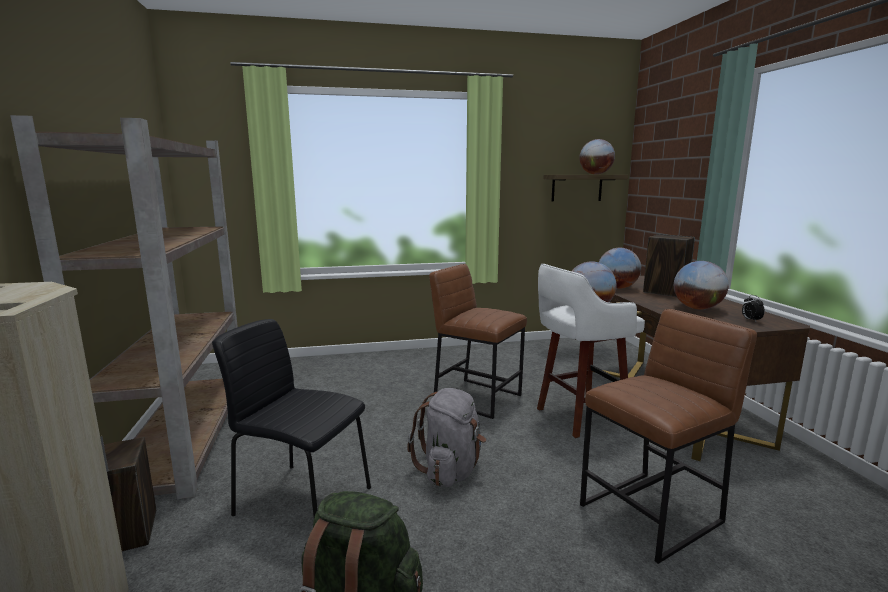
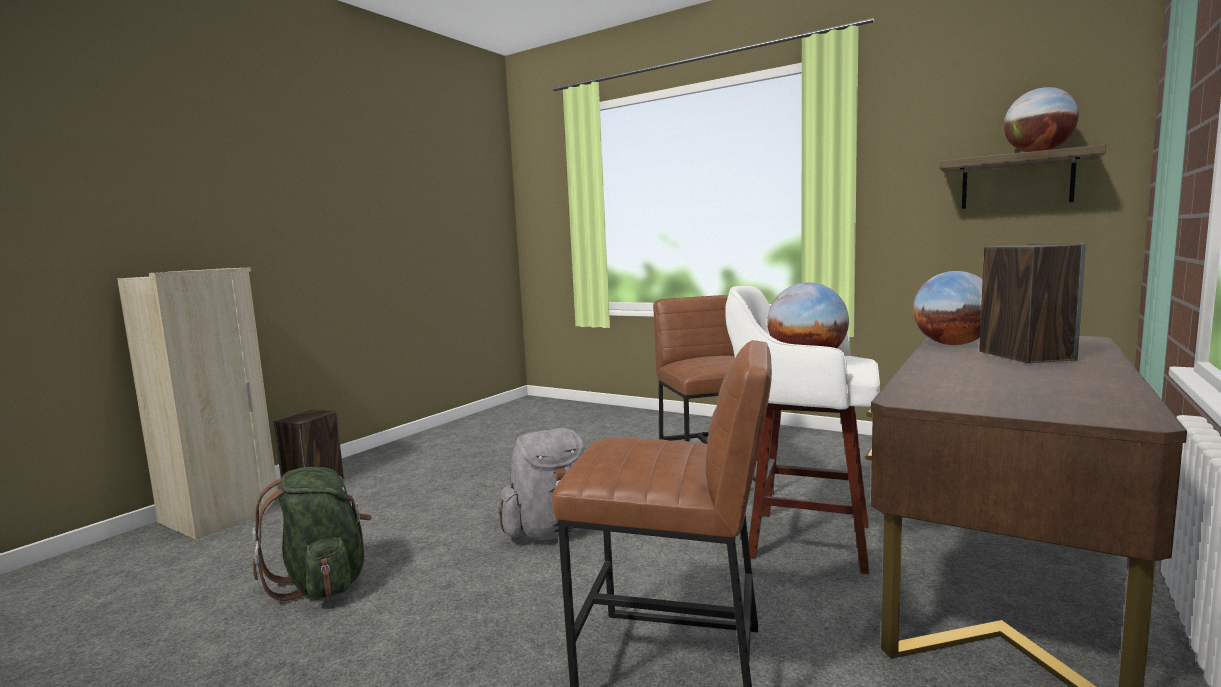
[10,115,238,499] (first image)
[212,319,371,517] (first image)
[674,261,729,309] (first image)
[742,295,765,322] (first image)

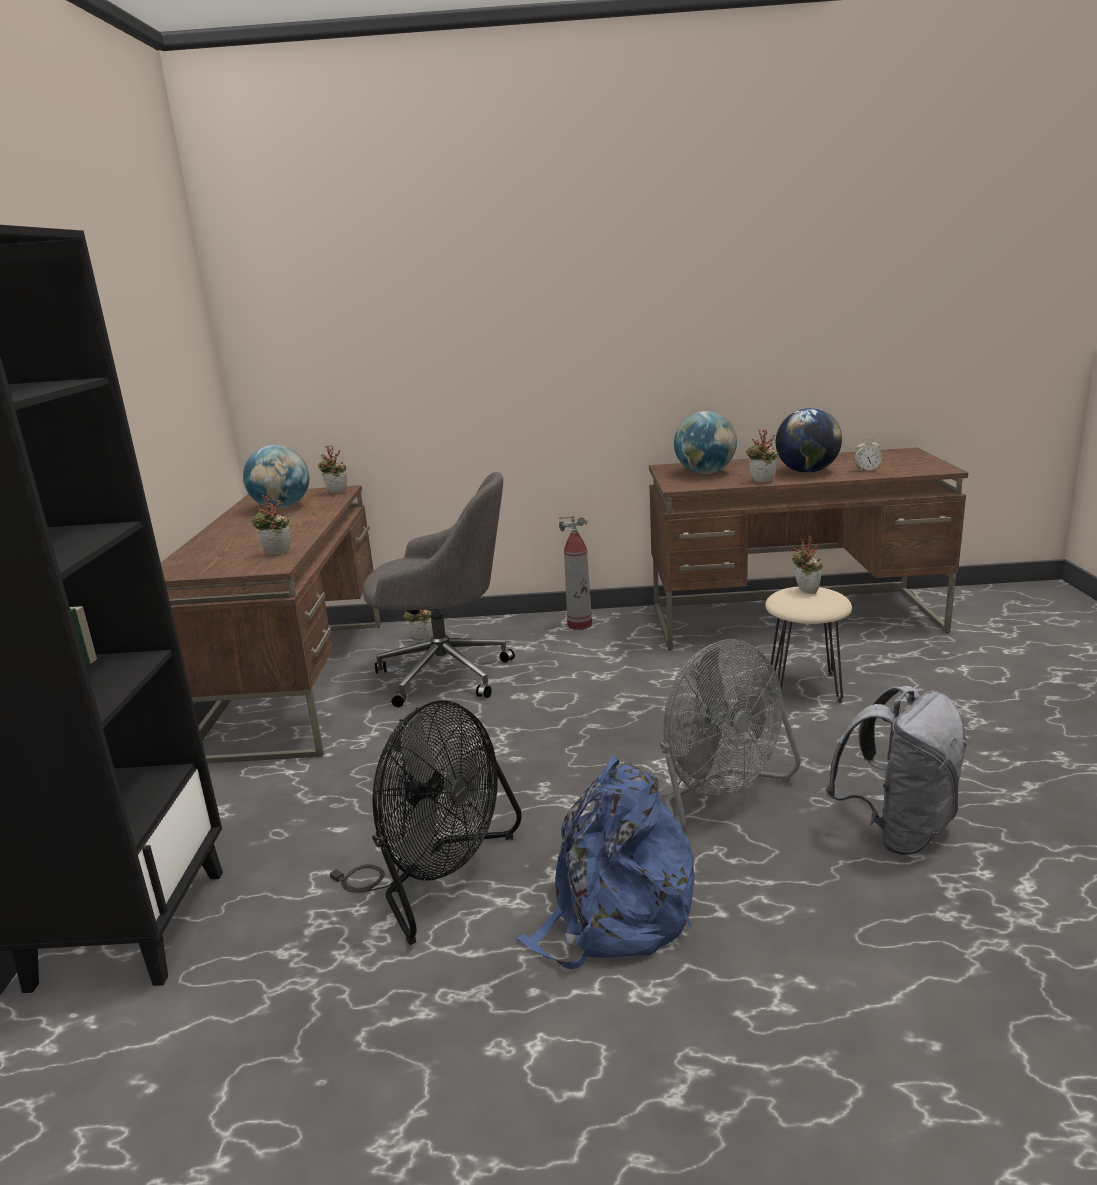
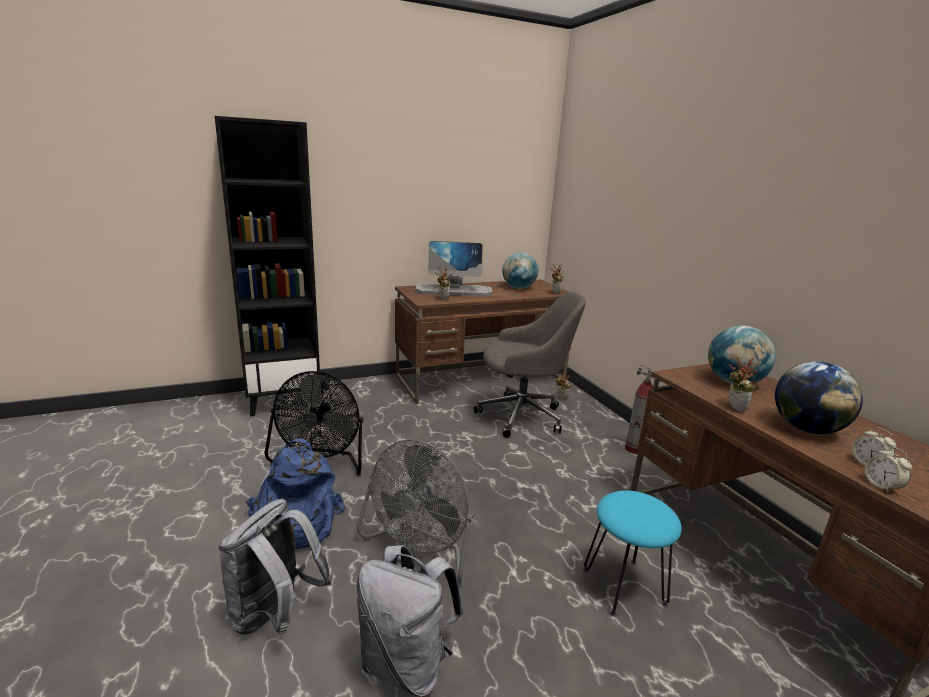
[219,499,333,635]
[416,241,493,297]
[474,292,586,438]
[583,490,682,617]
[864,447,912,493]
[791,536,823,594] (first image)

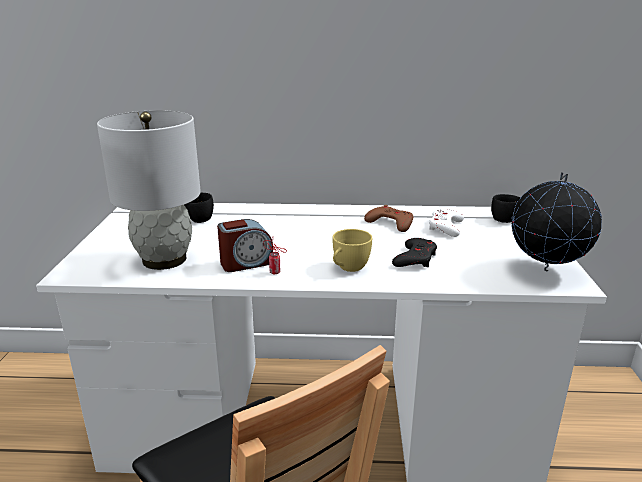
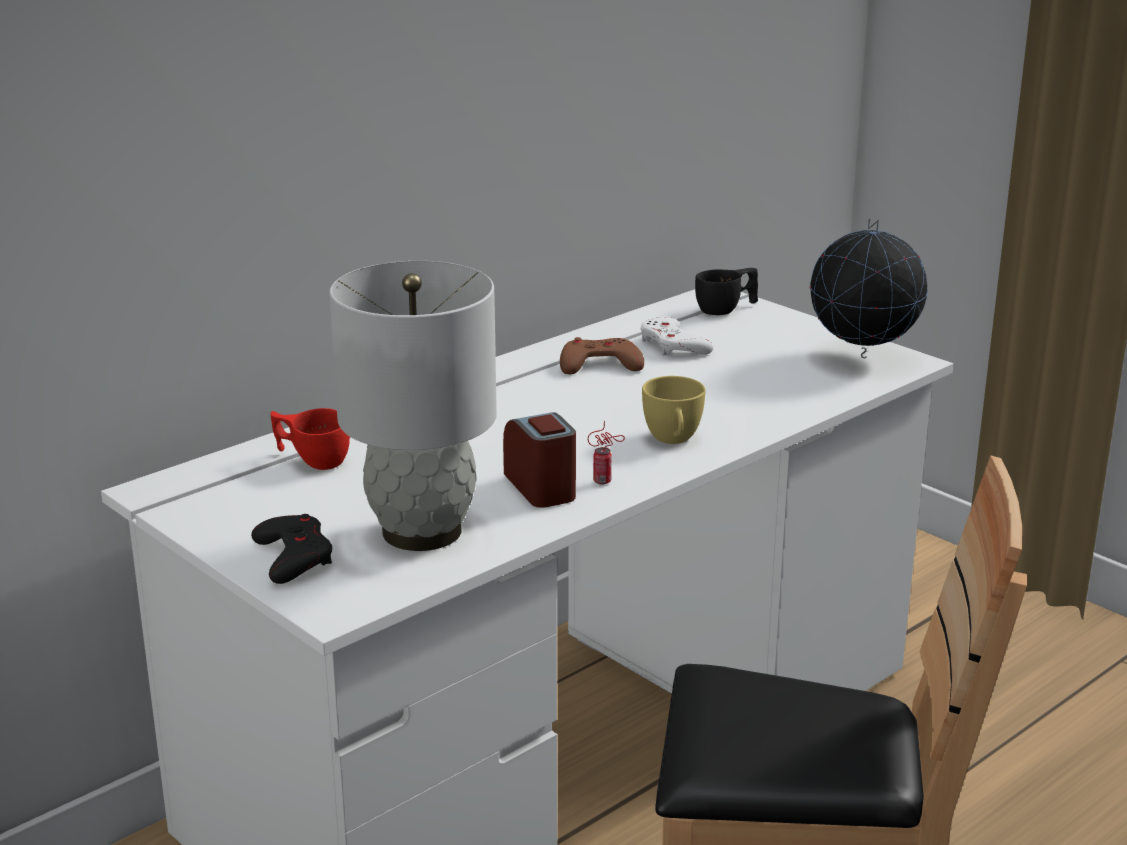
[251,514,332,584]
[270,408,350,470]
[503,412,576,508]

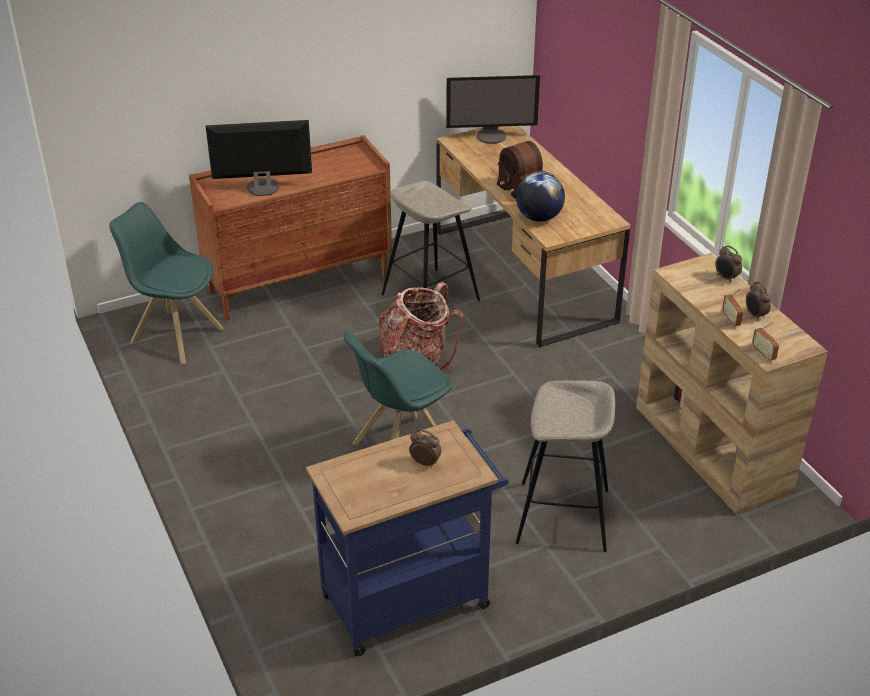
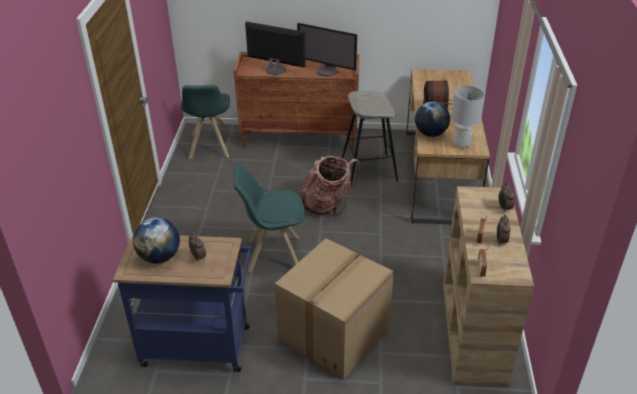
[133,217,180,263]
[181,85,233,159]
[275,238,394,380]
[297,23,357,76]
[451,86,485,148]

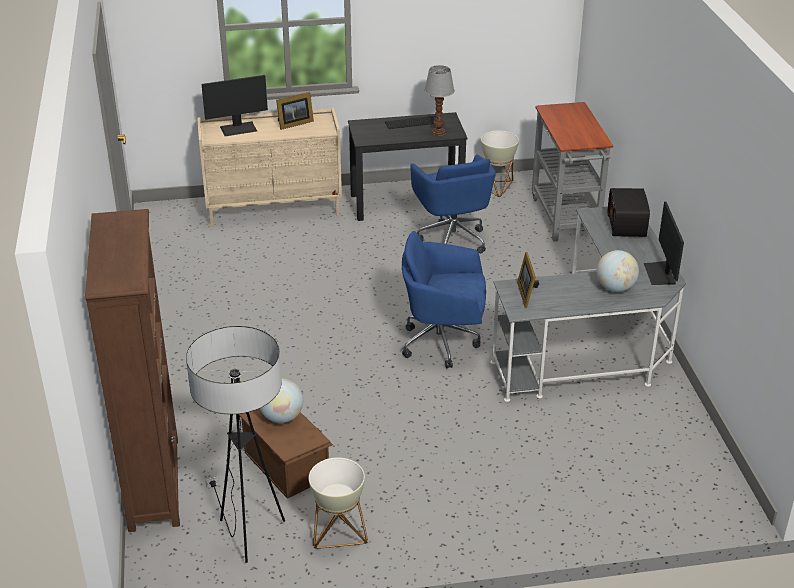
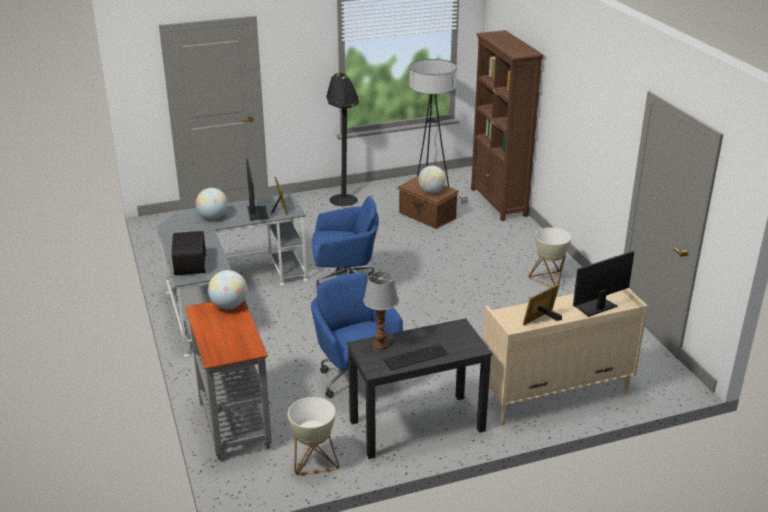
[208,270,247,309]
[246,159,269,221]
[326,73,359,206]
[528,227,571,287]

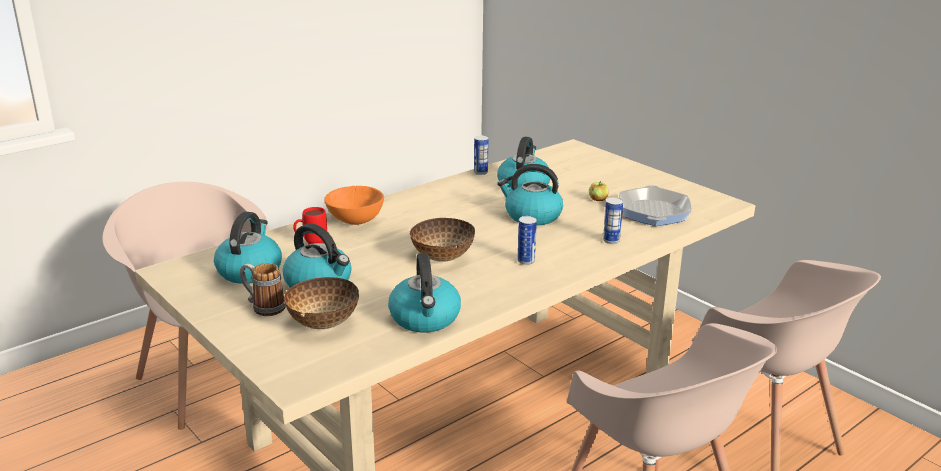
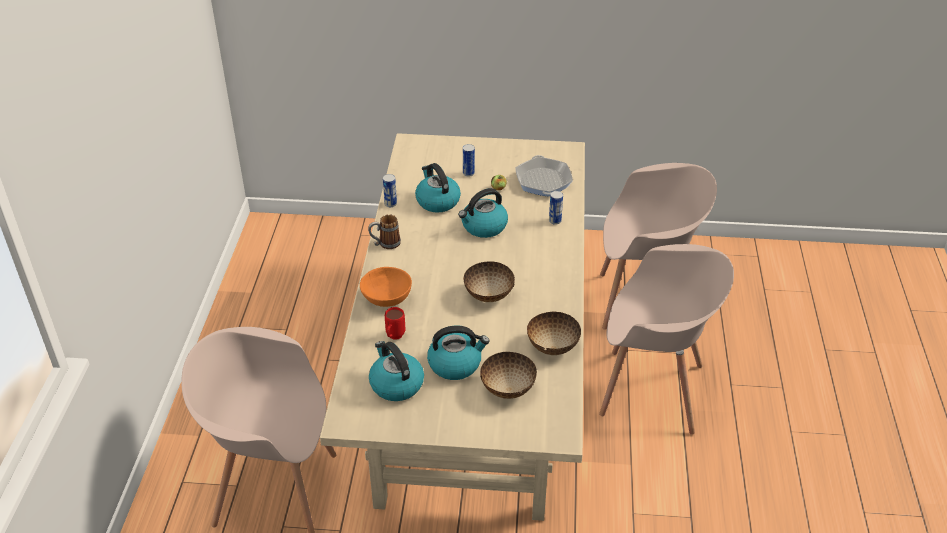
[368,214,401,249]
[463,144,475,177]
[516,155,573,197]
[527,311,581,355]

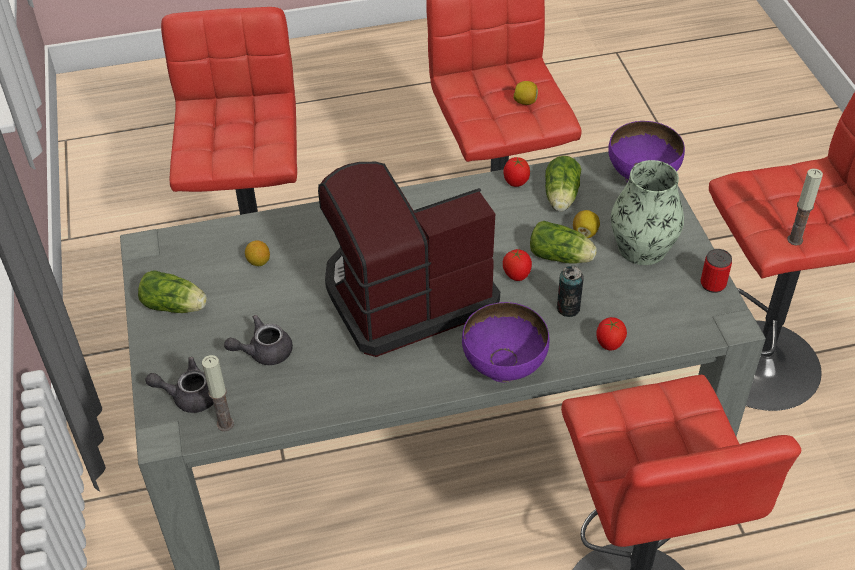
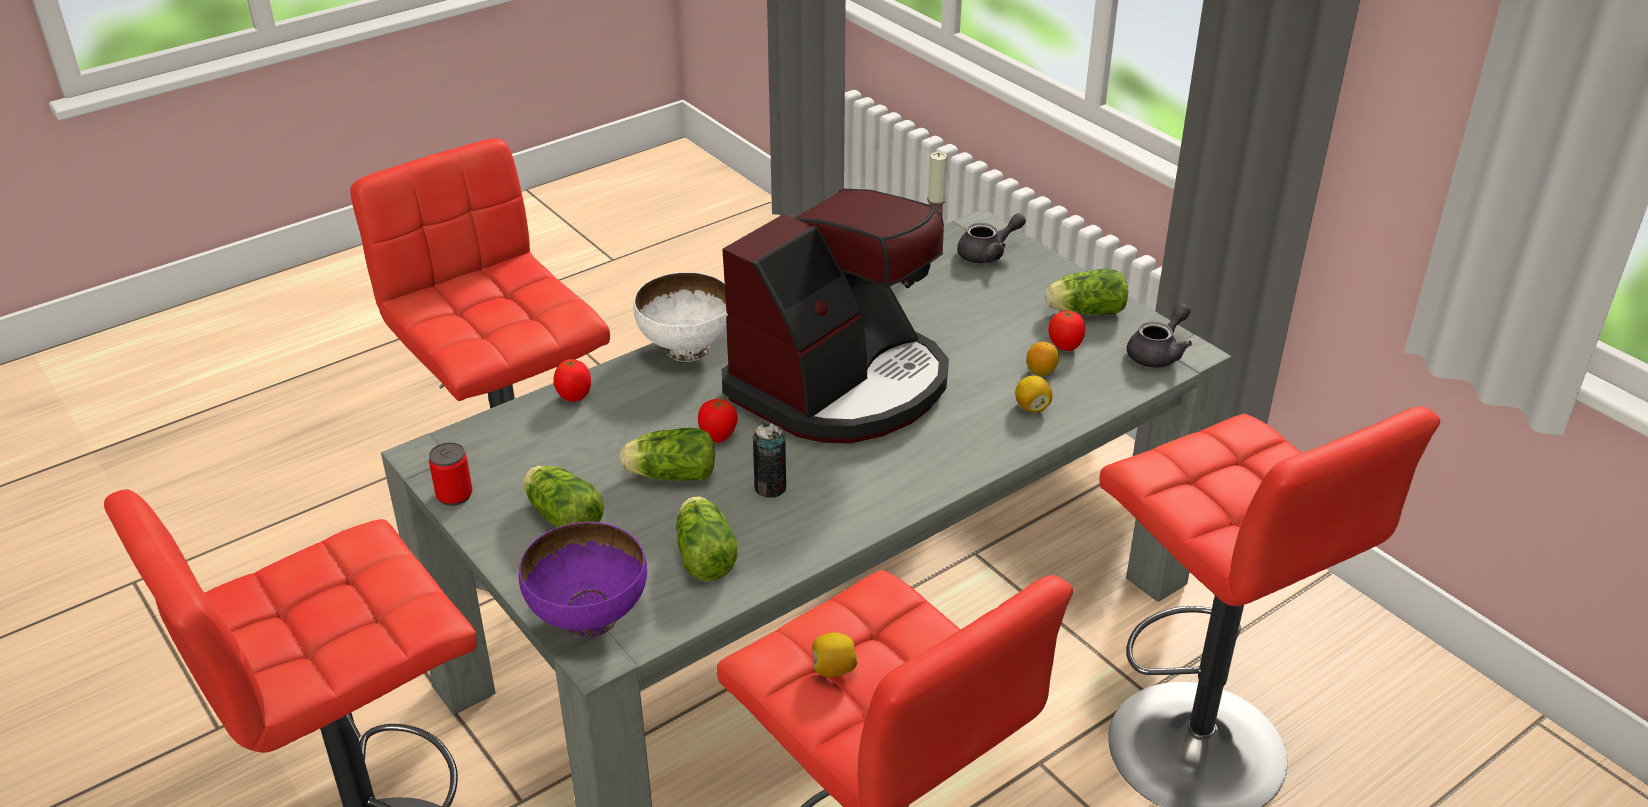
[523,466,604,528]
[633,272,728,362]
[753,423,786,498]
[1015,376,1053,413]
[1048,310,1085,351]
[1127,303,1192,368]
[787,169,823,245] (first image)

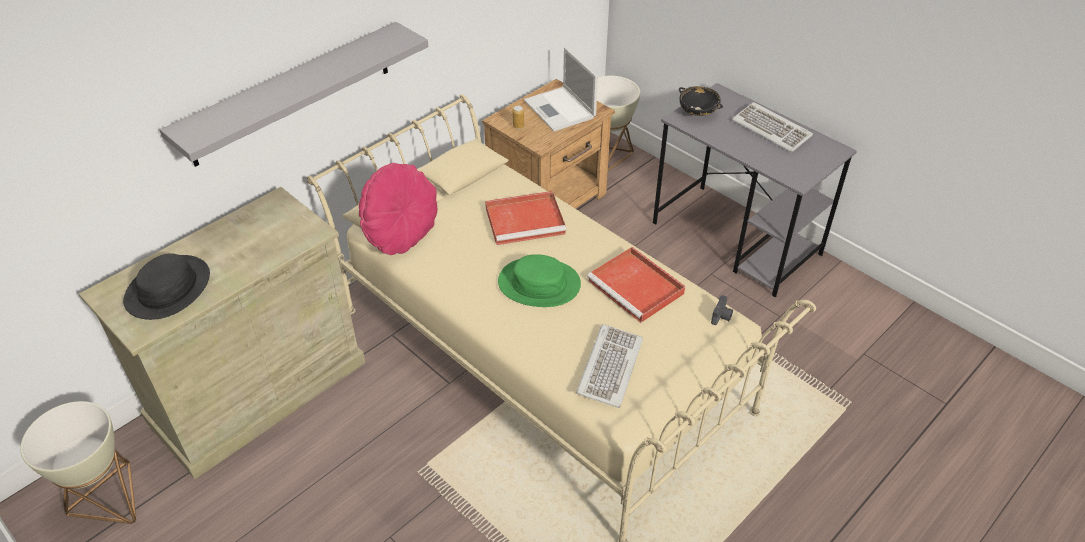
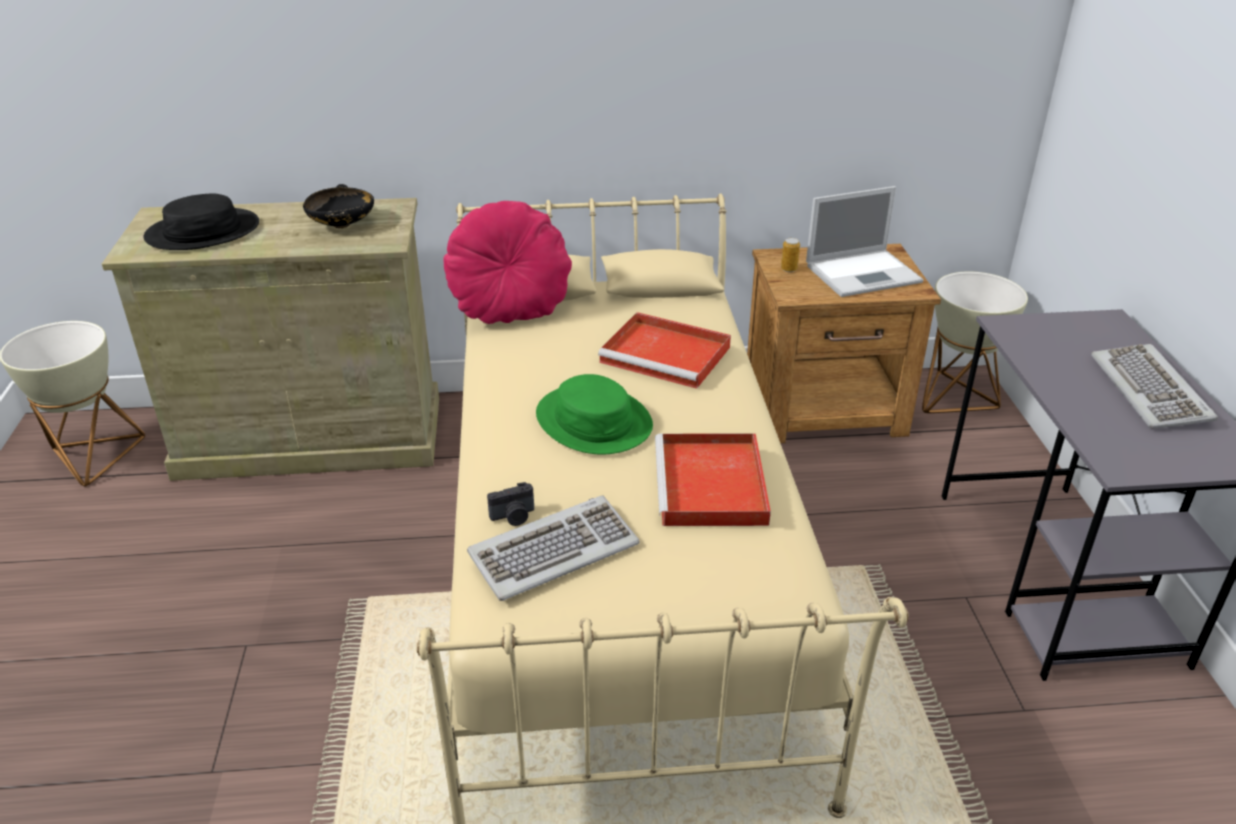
[303,184,374,228]
[487,482,534,526]
[806,186,923,297]
[160,22,428,167] (first image)

